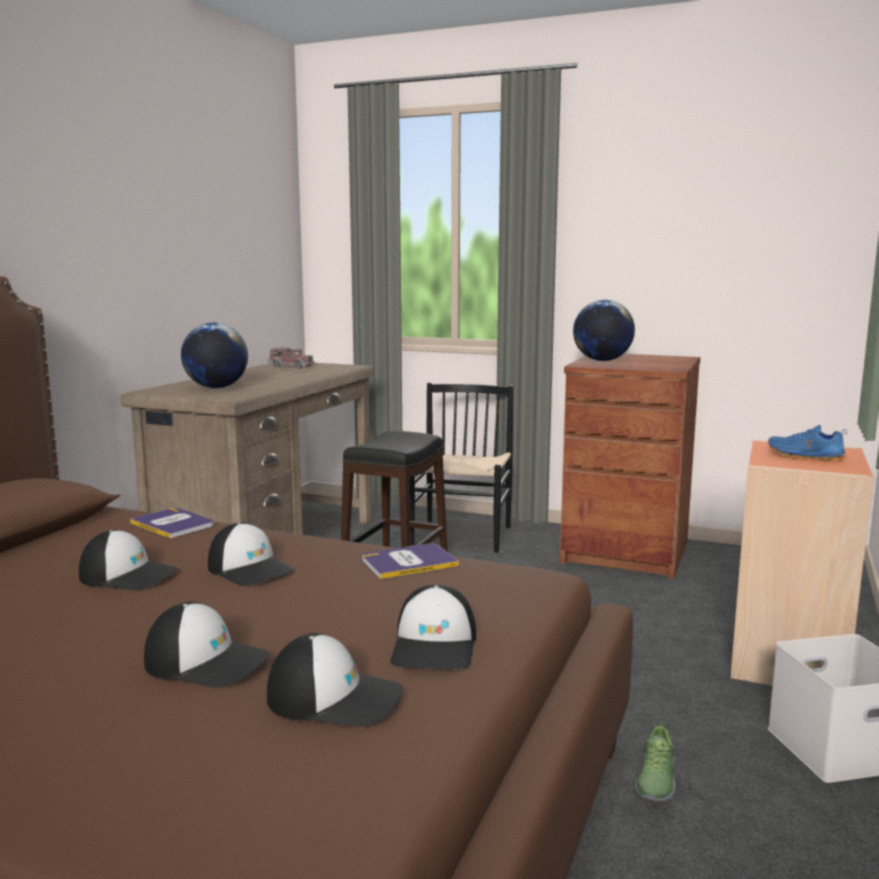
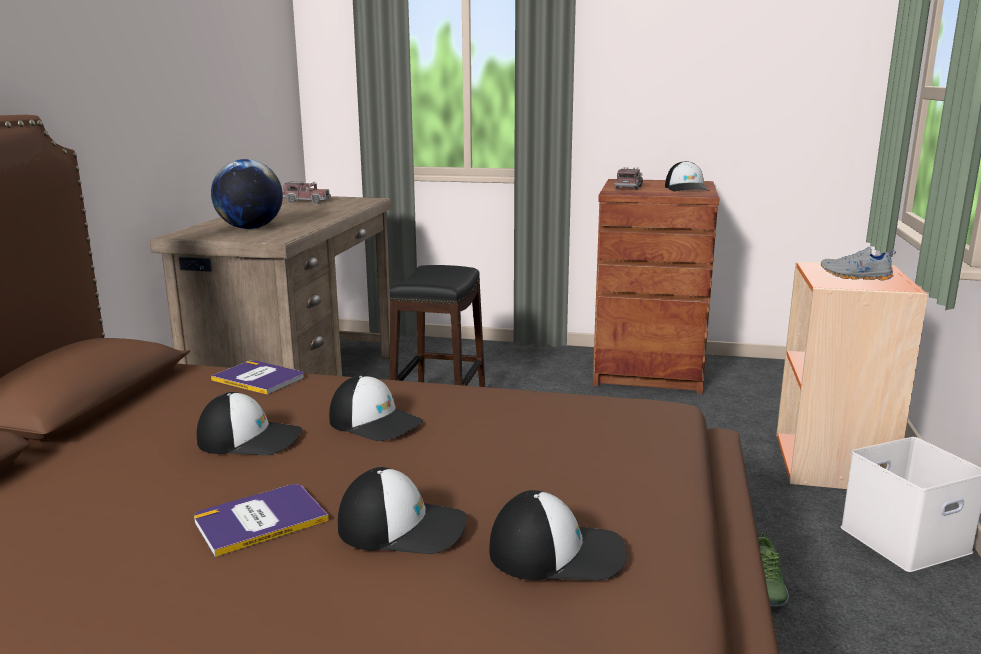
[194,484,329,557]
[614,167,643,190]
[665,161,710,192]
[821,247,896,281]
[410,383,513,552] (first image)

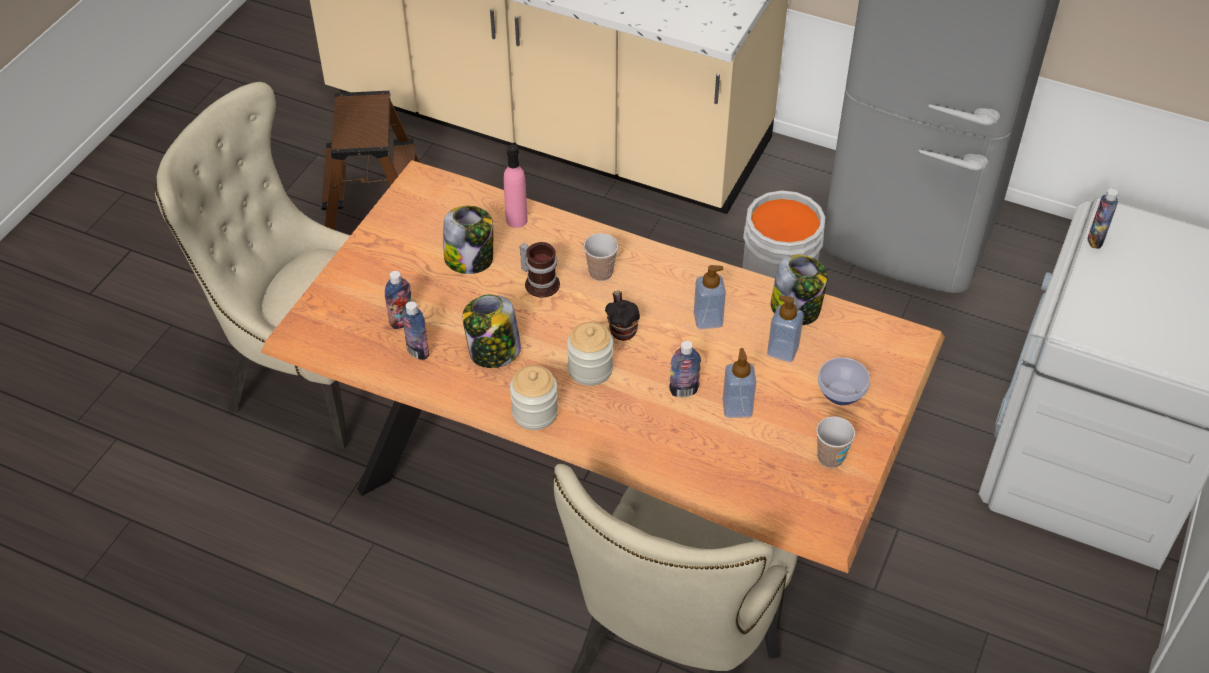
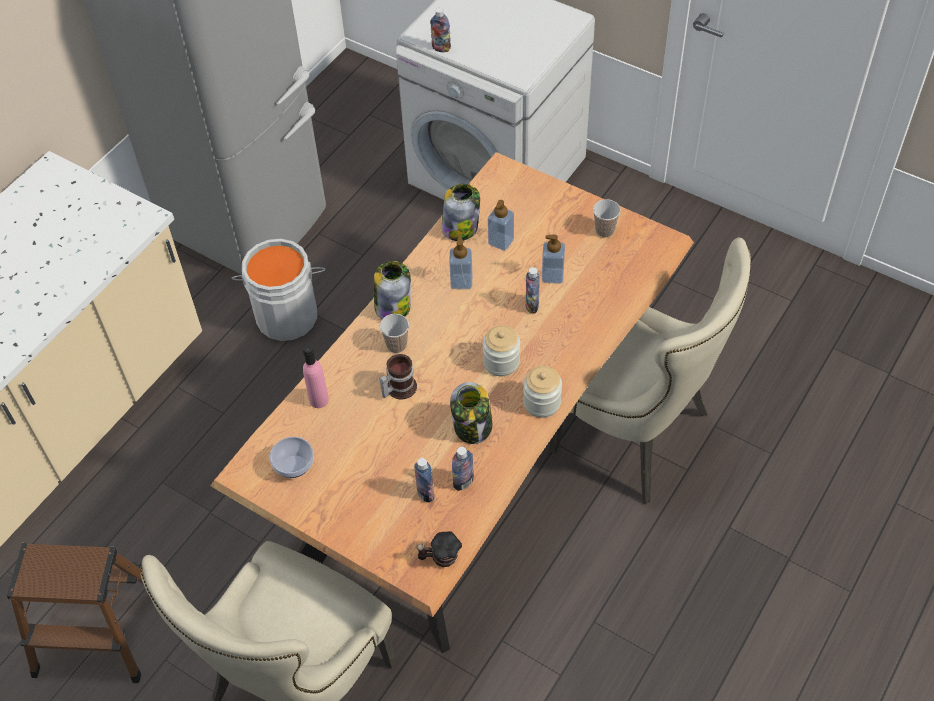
[270,437,314,478]
[374,261,411,319]
[417,531,462,567]

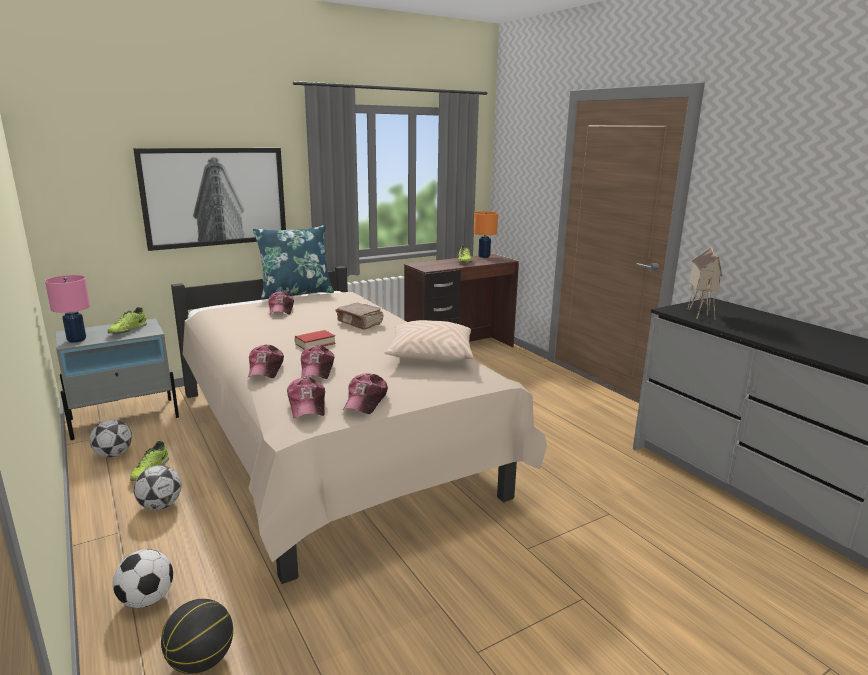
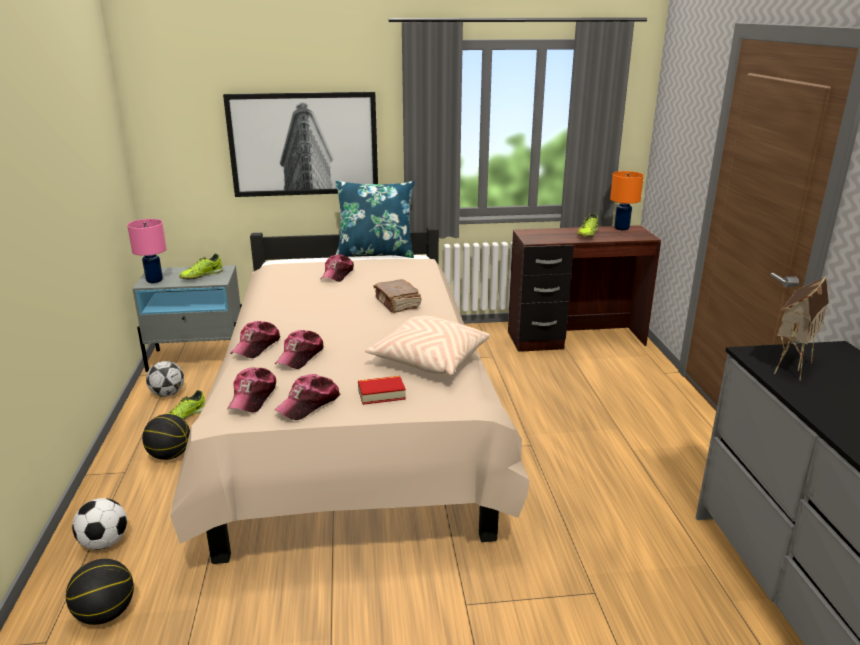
[142,414,190,460]
[358,376,406,405]

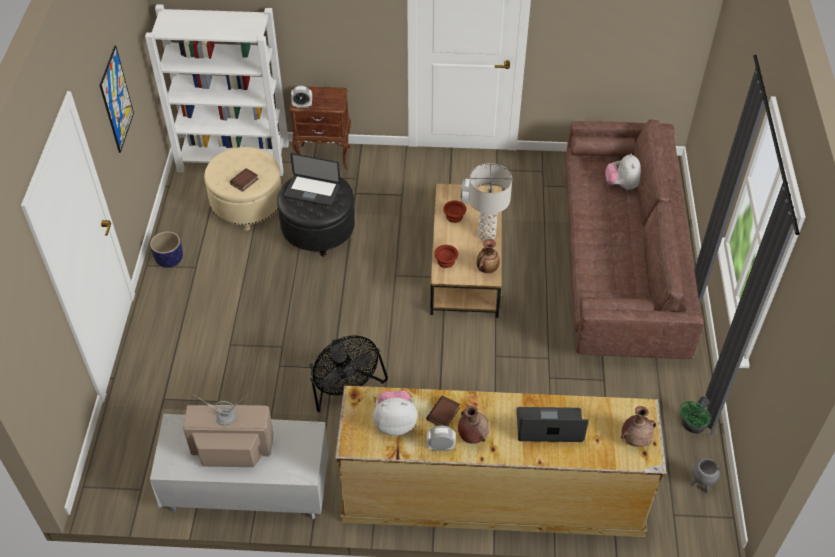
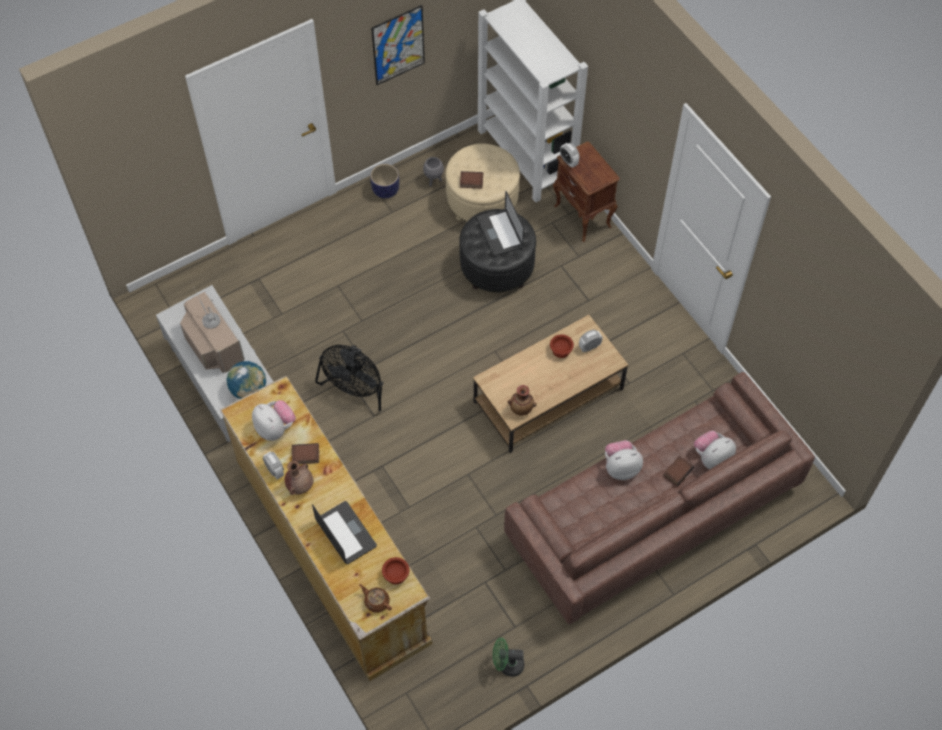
[226,361,266,399]
[359,584,392,613]
[382,557,409,584]
[423,157,444,187]
[605,440,643,480]
[663,456,694,486]
[469,163,512,241] (first image)

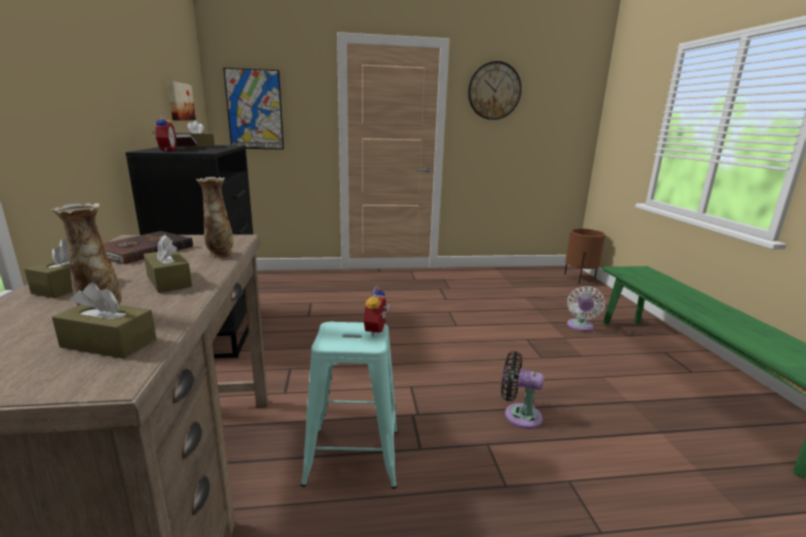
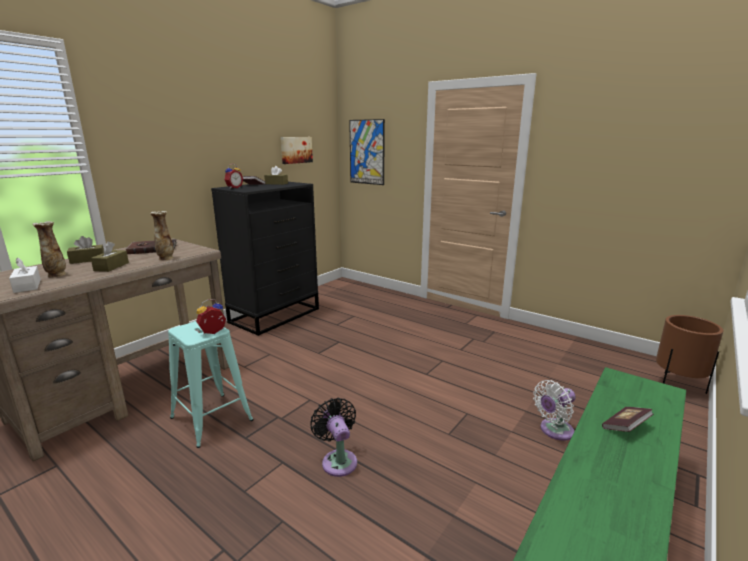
[9,258,41,293]
[602,407,653,432]
[468,61,522,120] (first image)

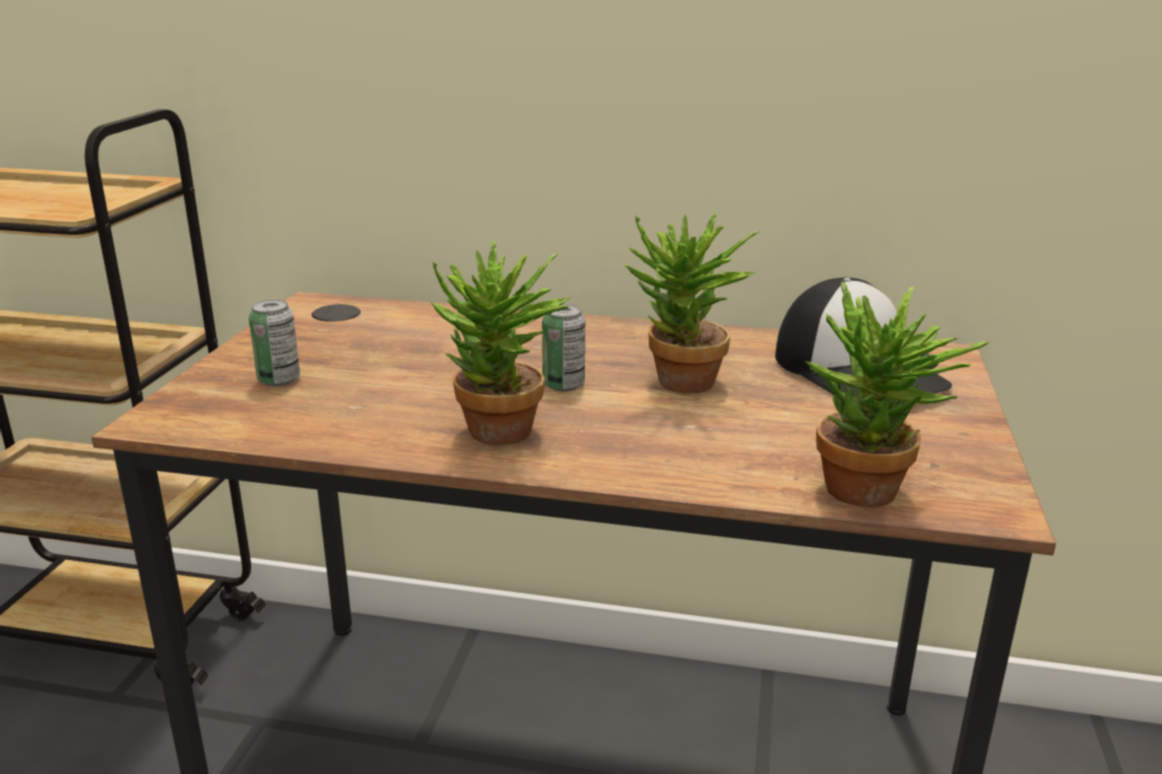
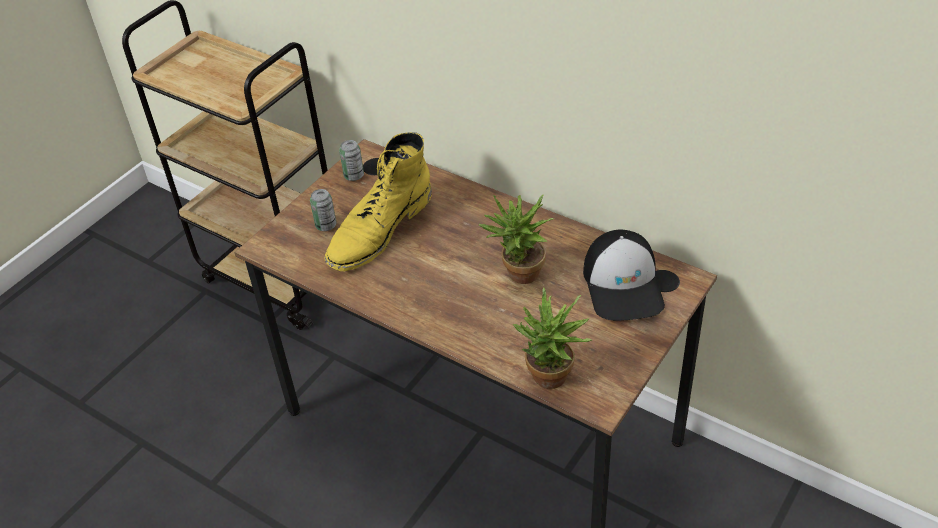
[324,132,432,271]
[339,140,364,181]
[431,240,571,446] (first image)

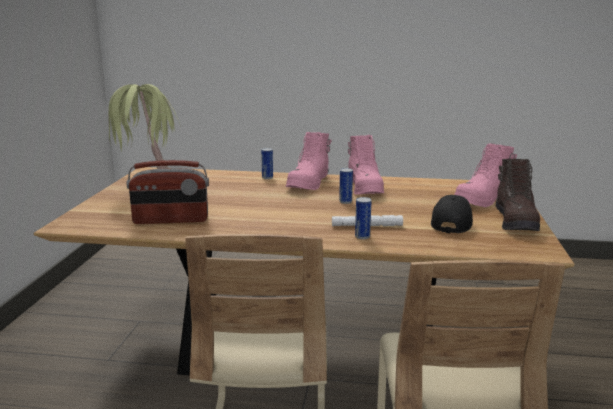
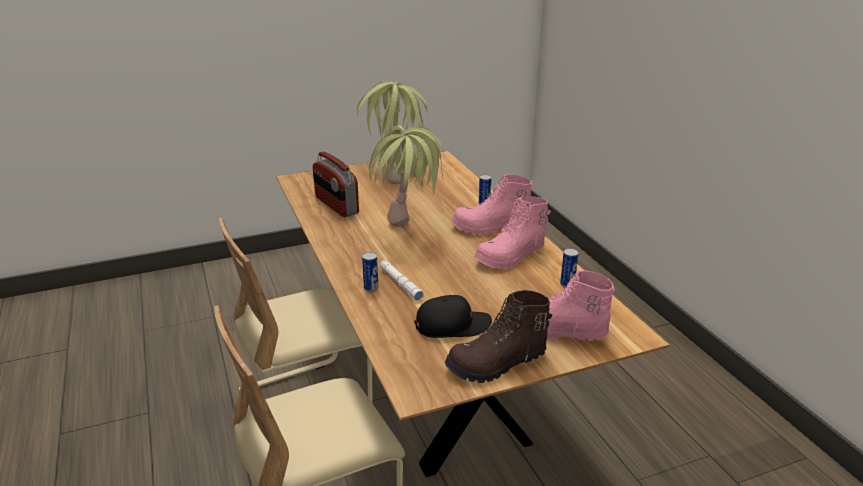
[369,125,444,227]
[560,248,579,288]

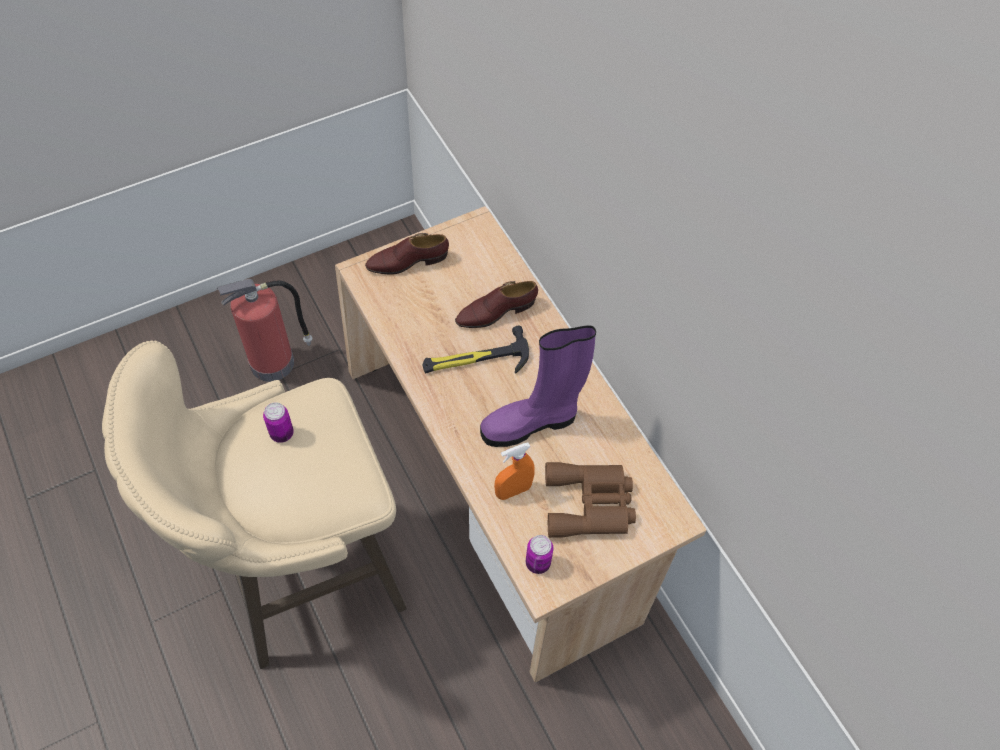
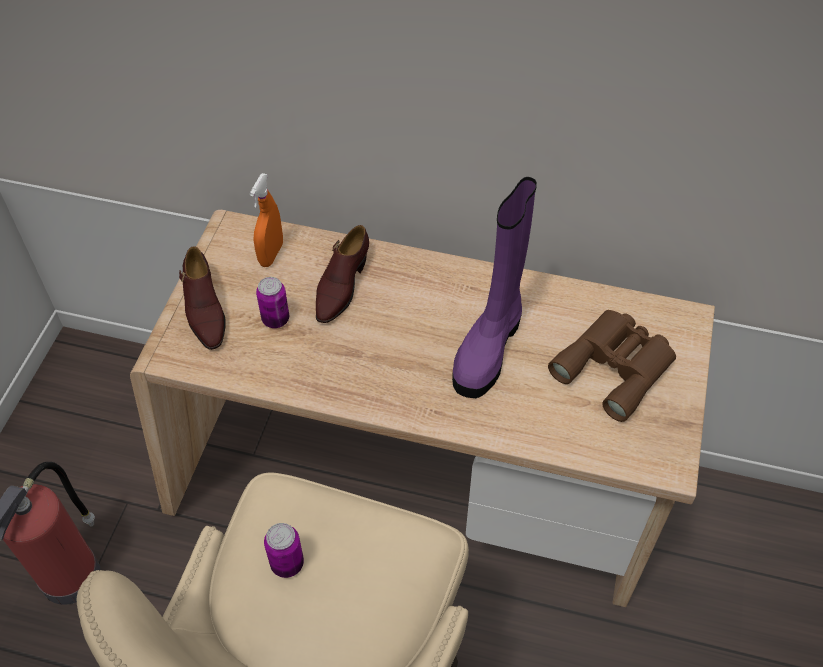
[179,246,226,350]
[250,173,283,267]
[256,277,289,328]
[423,326,529,374] (first image)

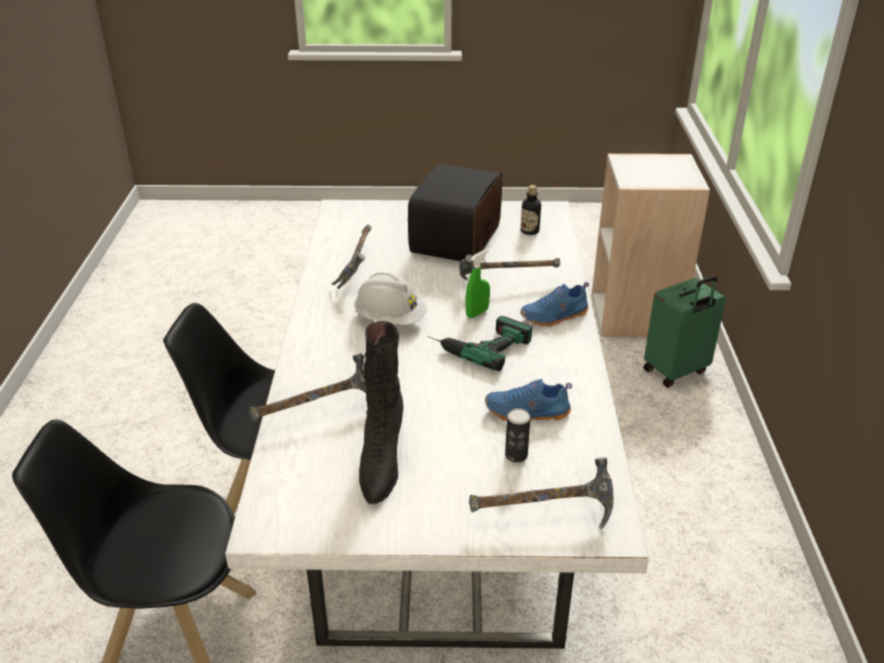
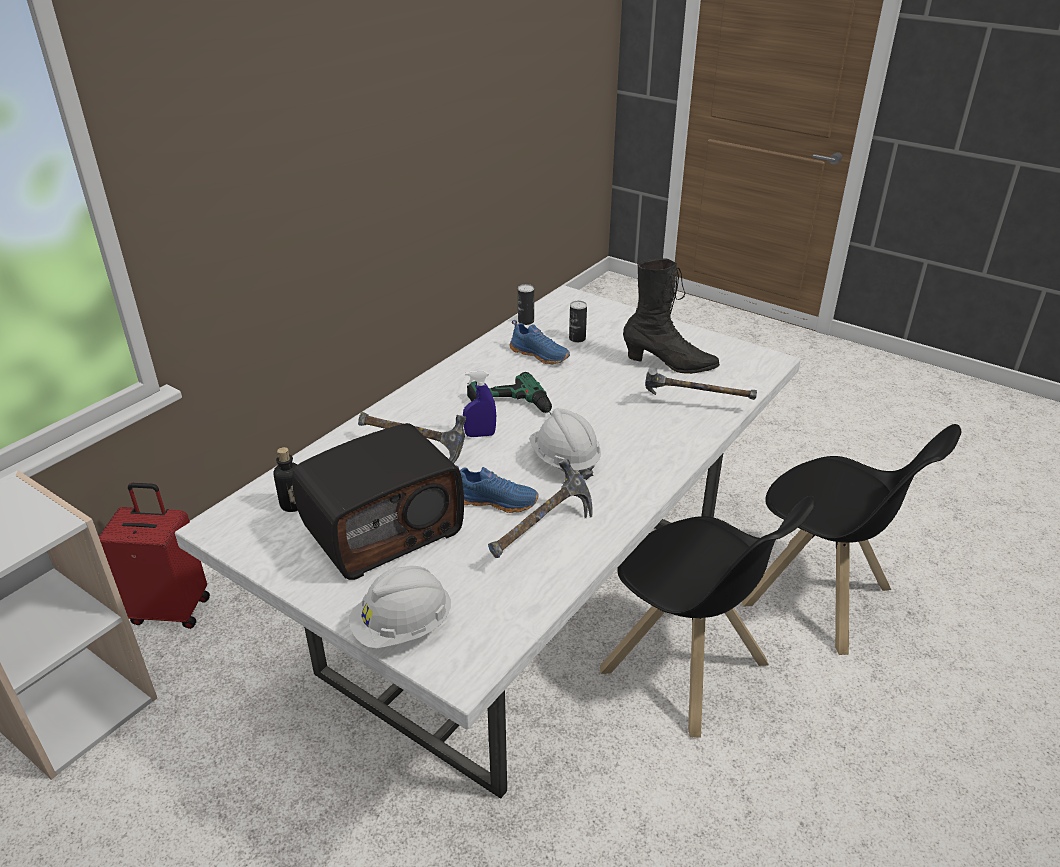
[99,483,210,629]
[349,566,451,649]
[457,466,539,513]
[463,370,496,437]
[518,284,534,325]
[623,258,720,374]
[469,457,613,530] (first image)

